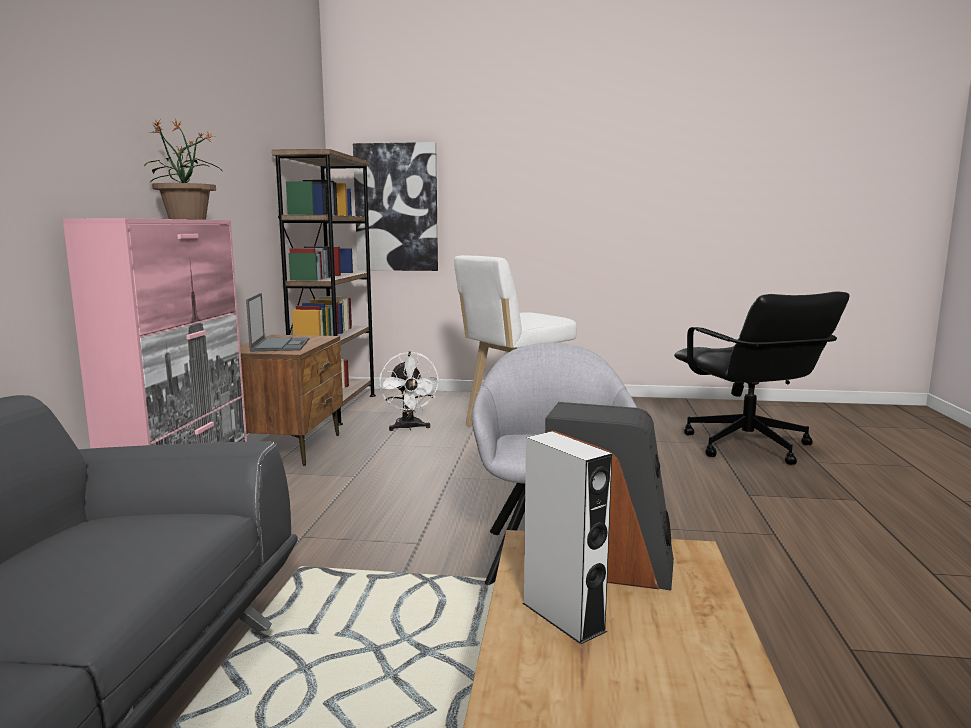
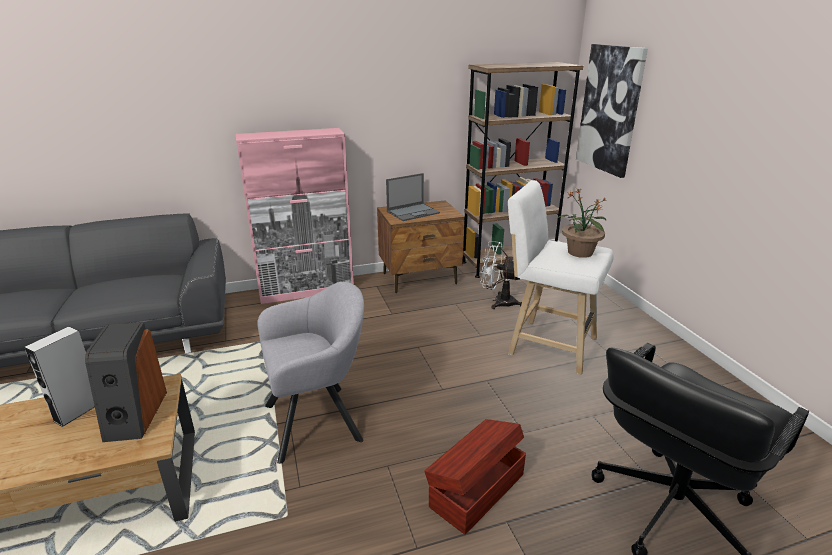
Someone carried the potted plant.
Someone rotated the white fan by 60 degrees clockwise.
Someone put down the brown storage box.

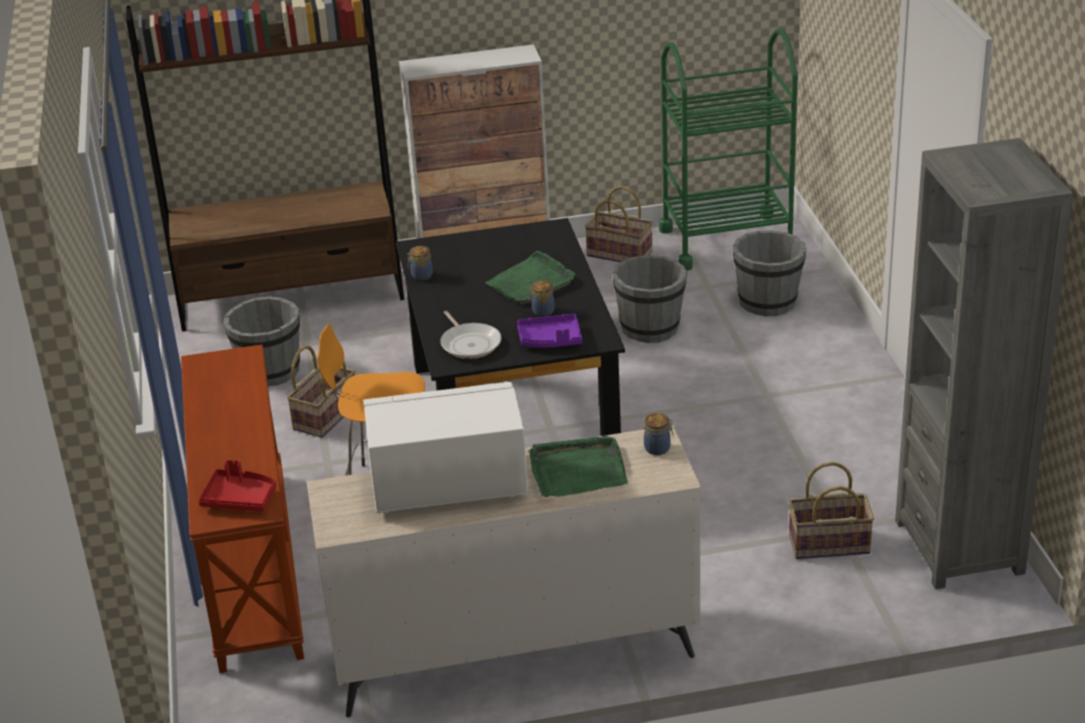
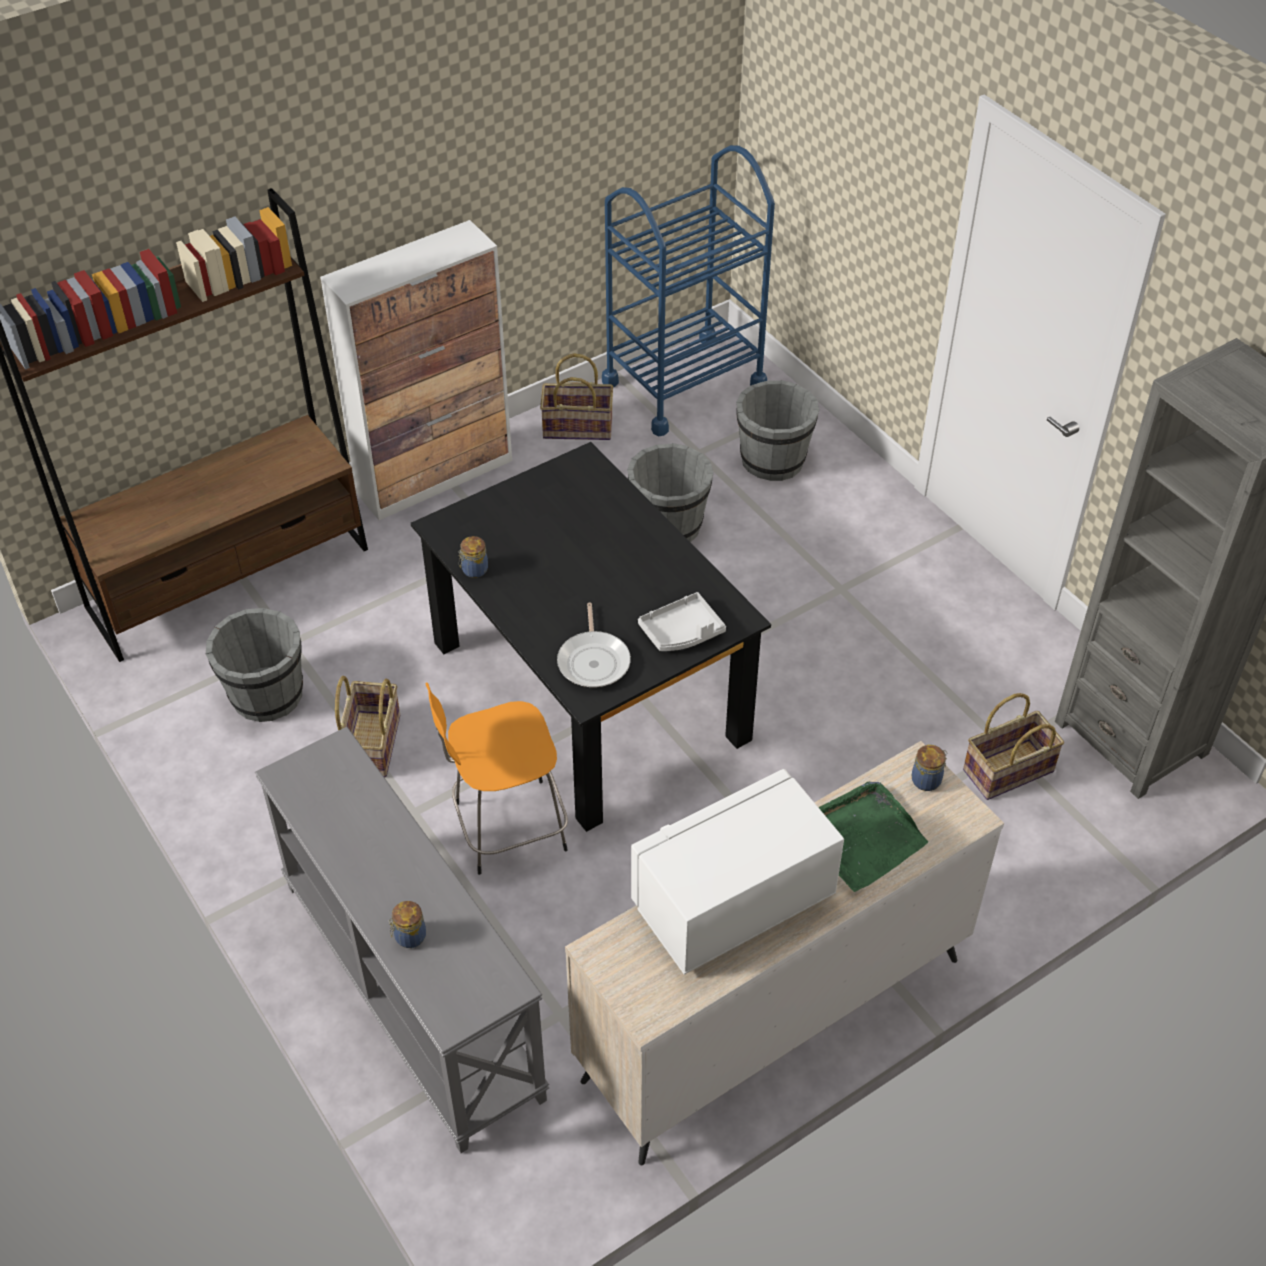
Someone repainted the brown console table, which became the grey console table.
Someone took away the red tray.
Someone rotated the frying pan by 45 degrees clockwise.
Someone took away the green tray (1st from left).
Someone repainted the purple tray, which became the grey tray.
Someone carried the jar (2nd from left in the first image).
Someone repainted the green cart, which became the blue cart.

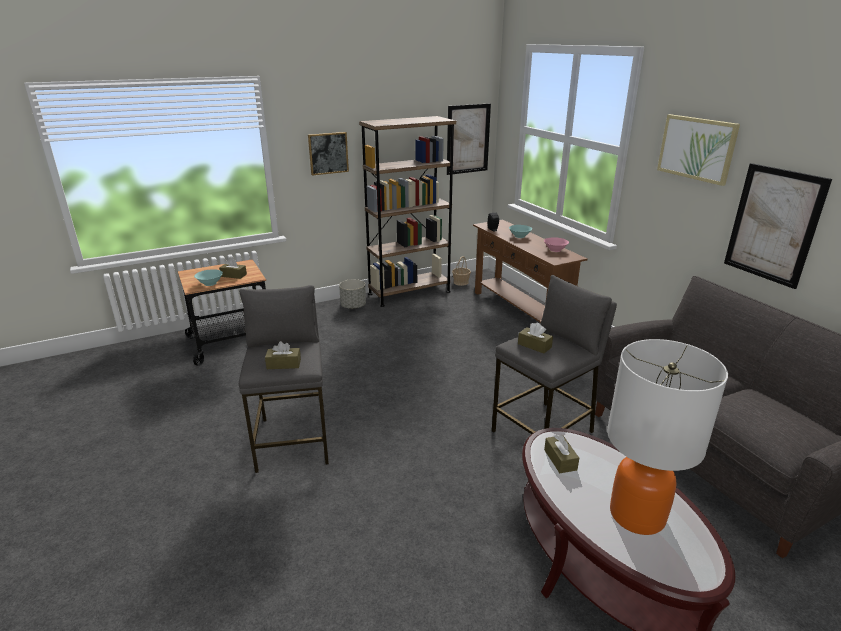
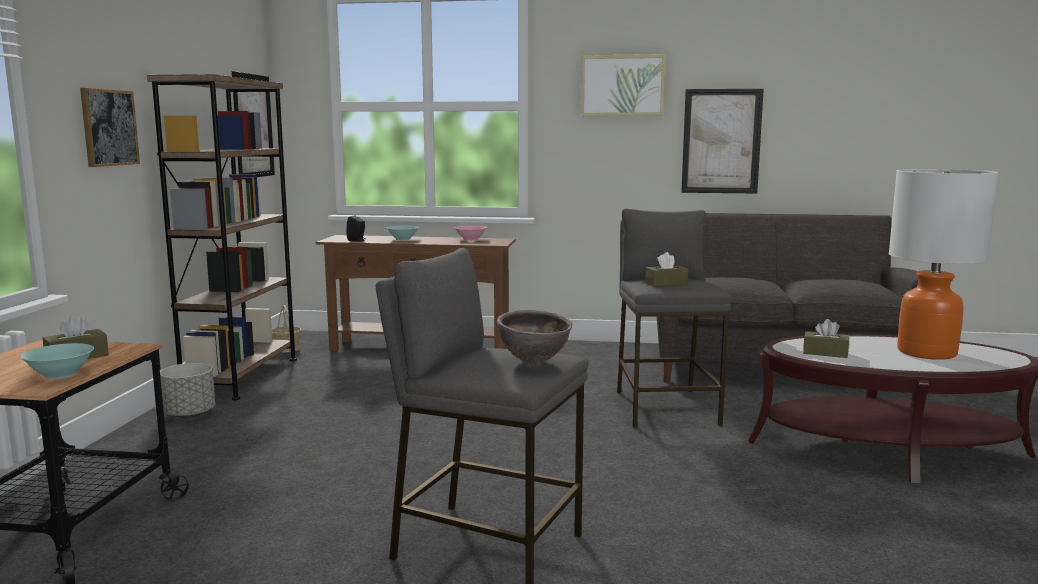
Someone swapped the brown tissue box (2nd from left) for the brown bowl.

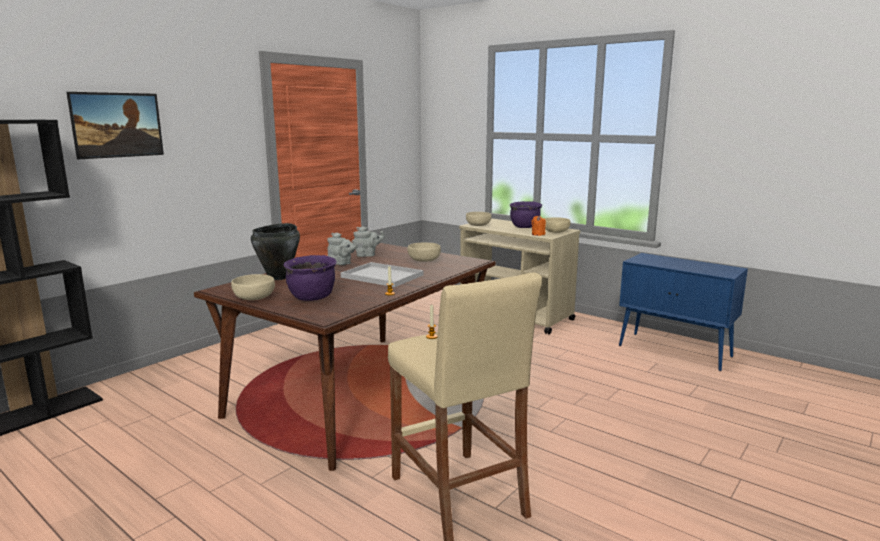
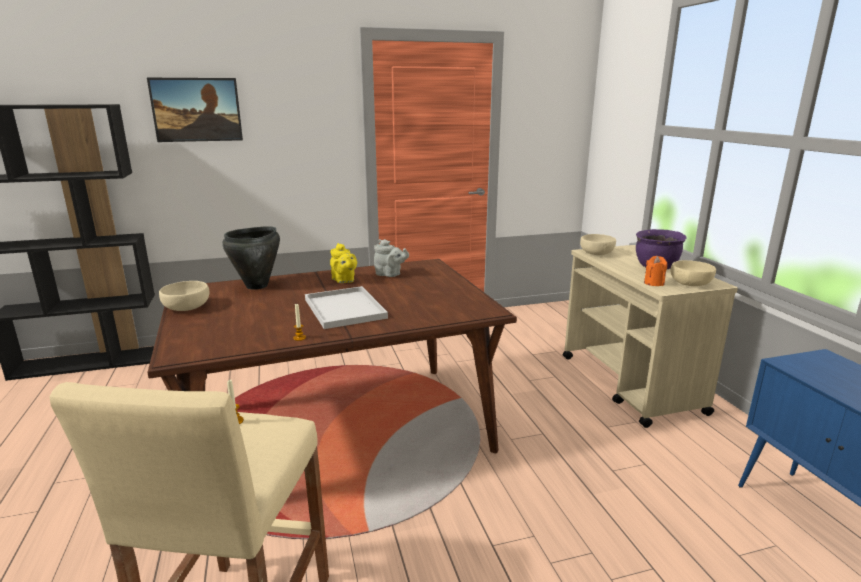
Someone took away the purple cooking pot (1st from left).
Someone repainted the grey teapot (1st from left), which became the yellow teapot.
Someone took away the beige bowl (2nd from left).

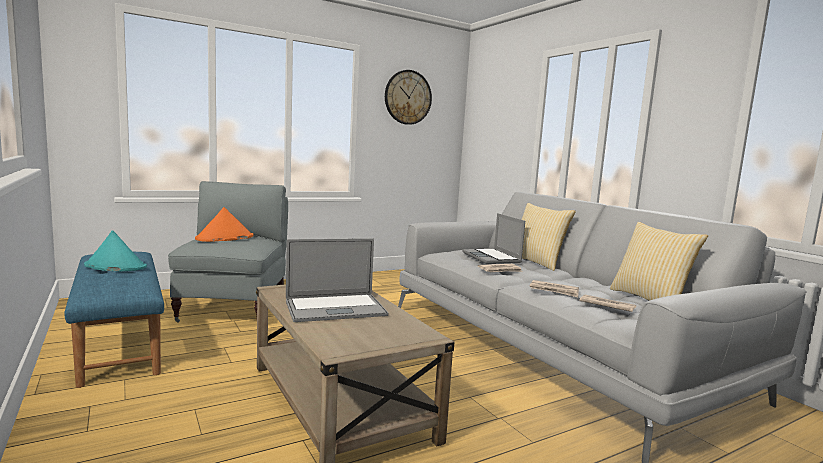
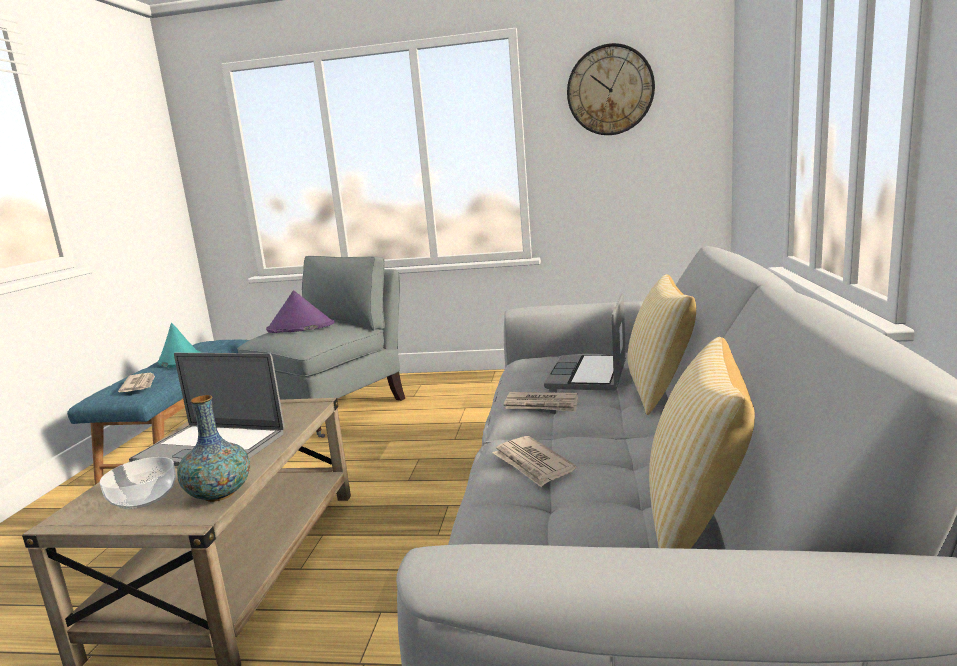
Someone repainted the orange hat, which became the purple hat.
Someone carried the newspaper (3rd from left in the first image).
Someone put down the bowl.
Someone put down the vase.

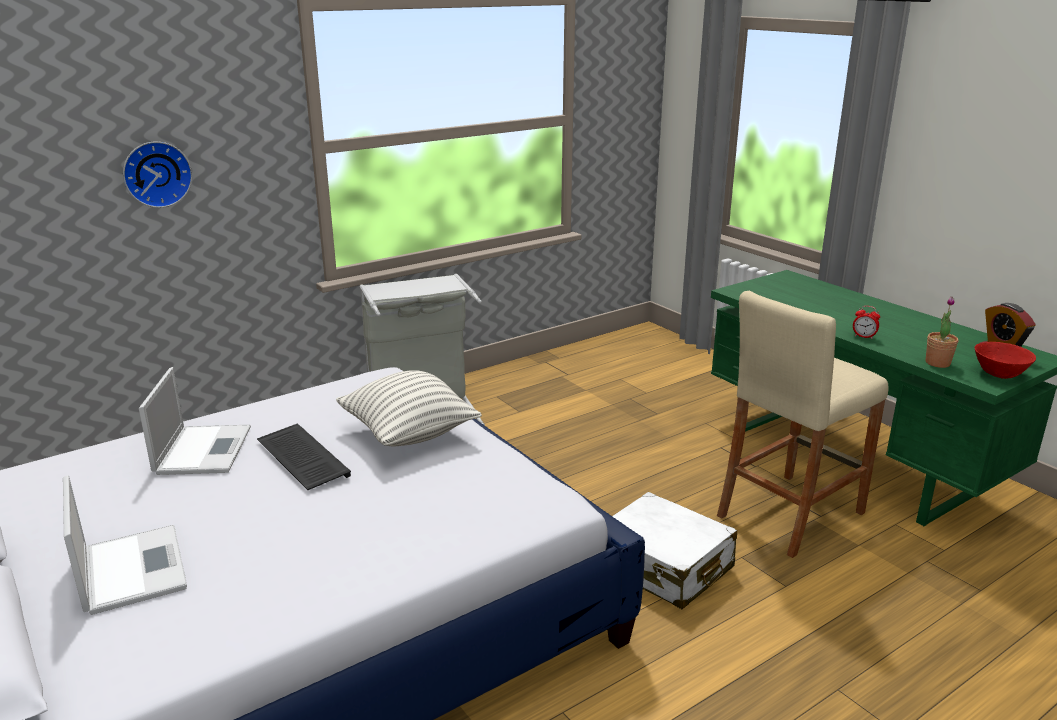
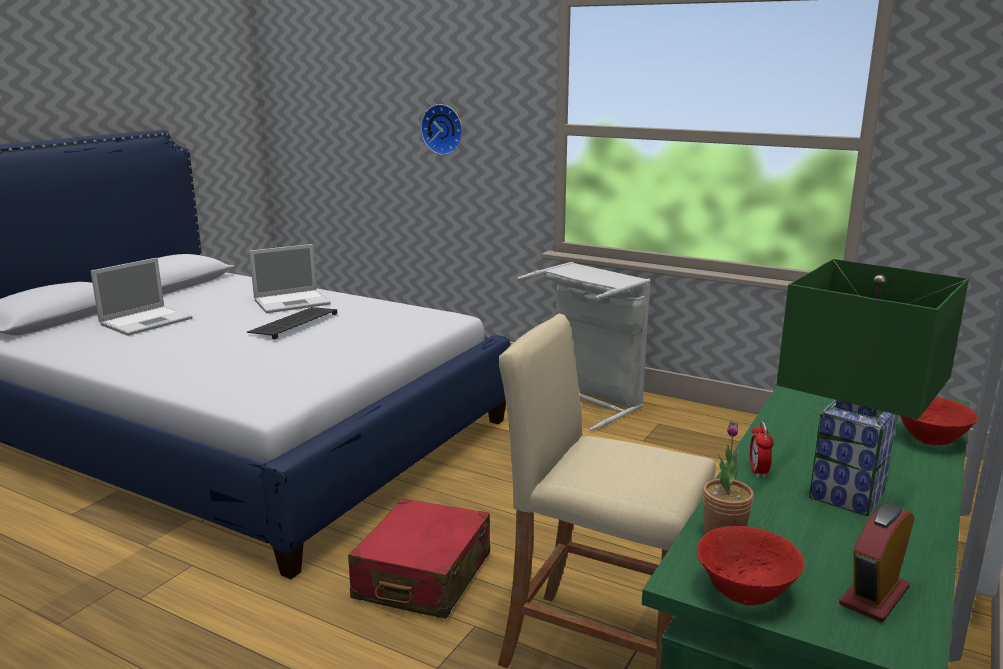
Someone took away the pillow.
Someone repainted the white suitcase, which became the red suitcase.
Someone put down the green table lamp.
Someone put down the red bowl (2nd from left).

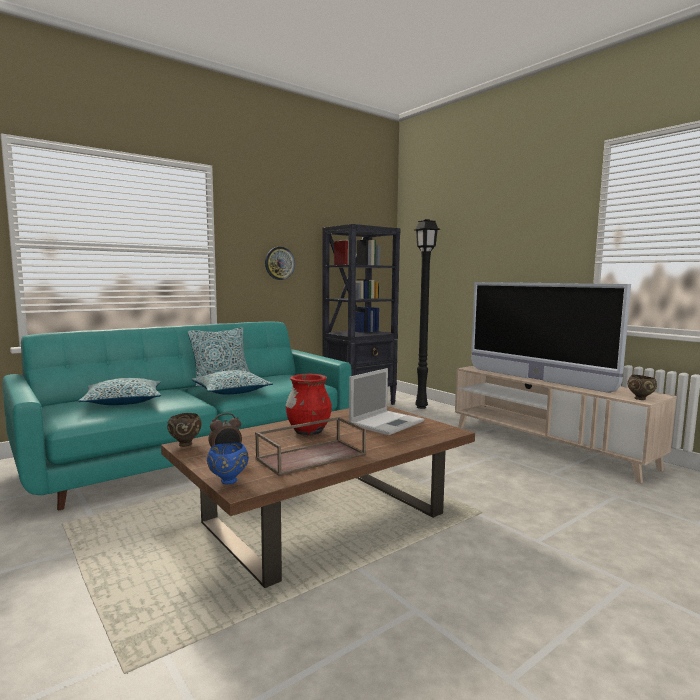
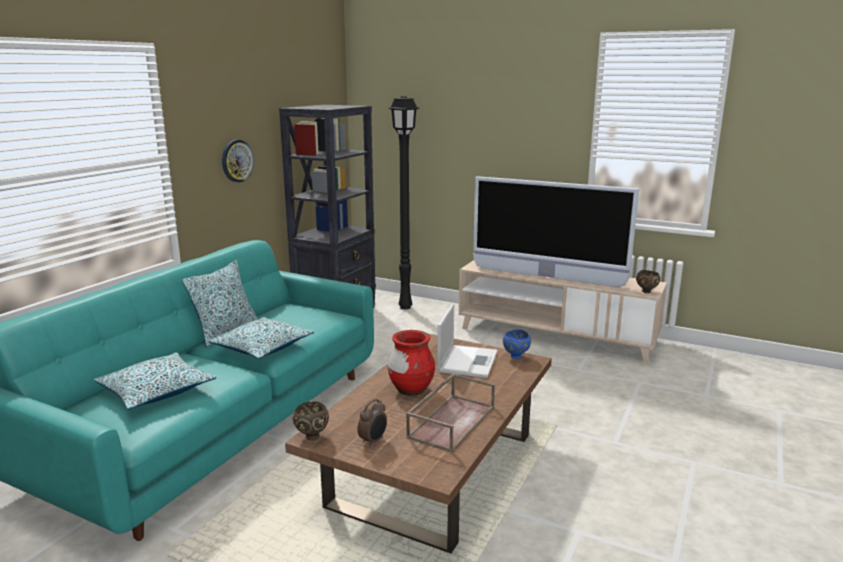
Someone carried the blue bowl.

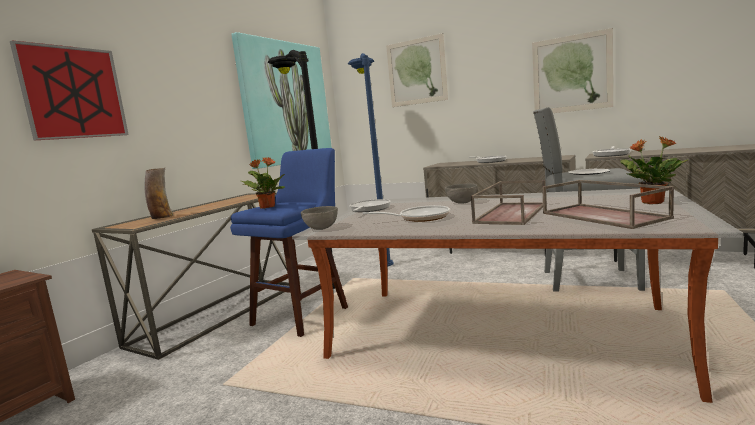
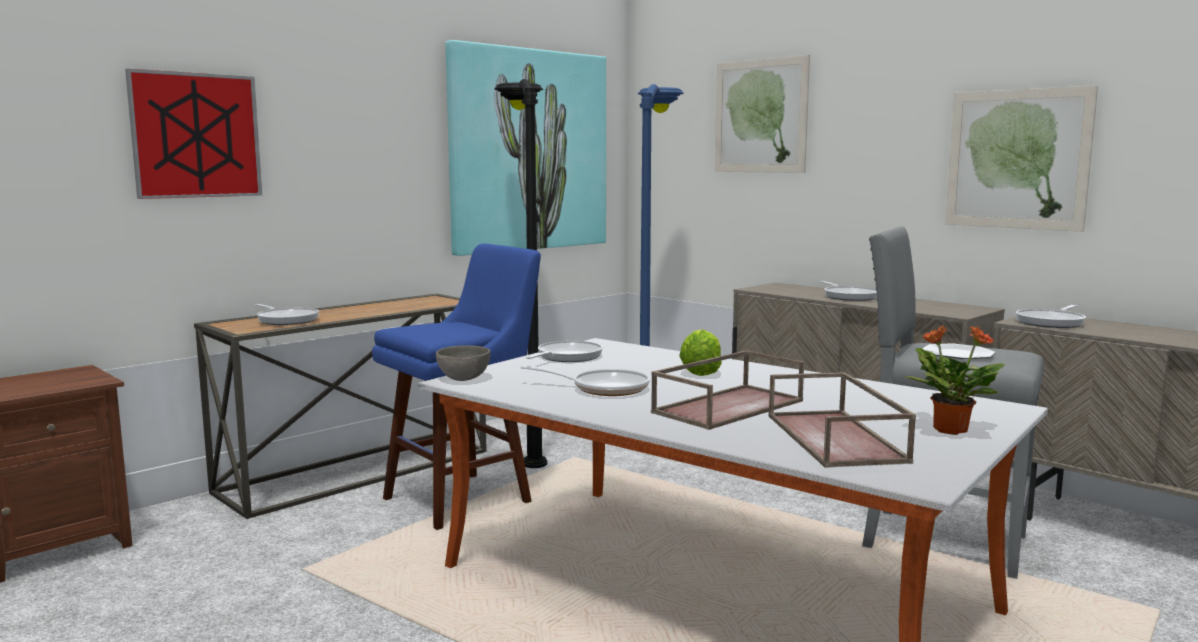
Someone swapped the vase for the frying pan (1st from left).
Someone took away the potted plant (1st from left).
Someone swapped the grey bowl (2nd from left) for the lettuce.

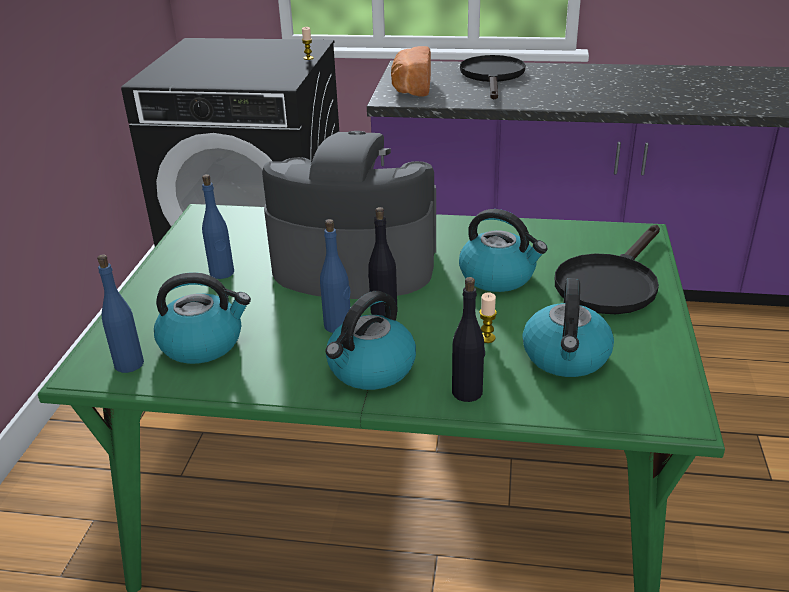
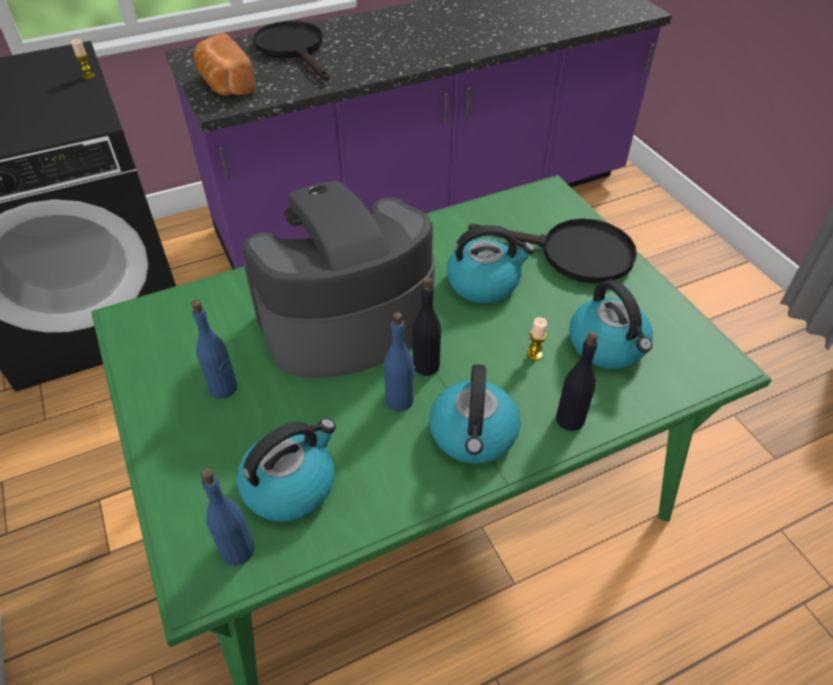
Someone rotated the black frying pan (2nd from left) by 75 degrees counterclockwise.

